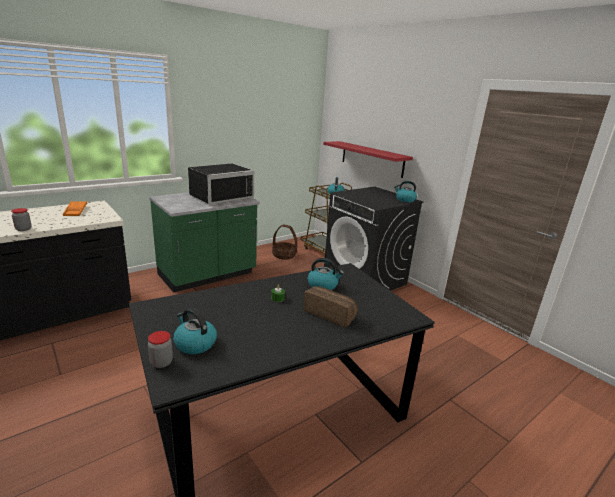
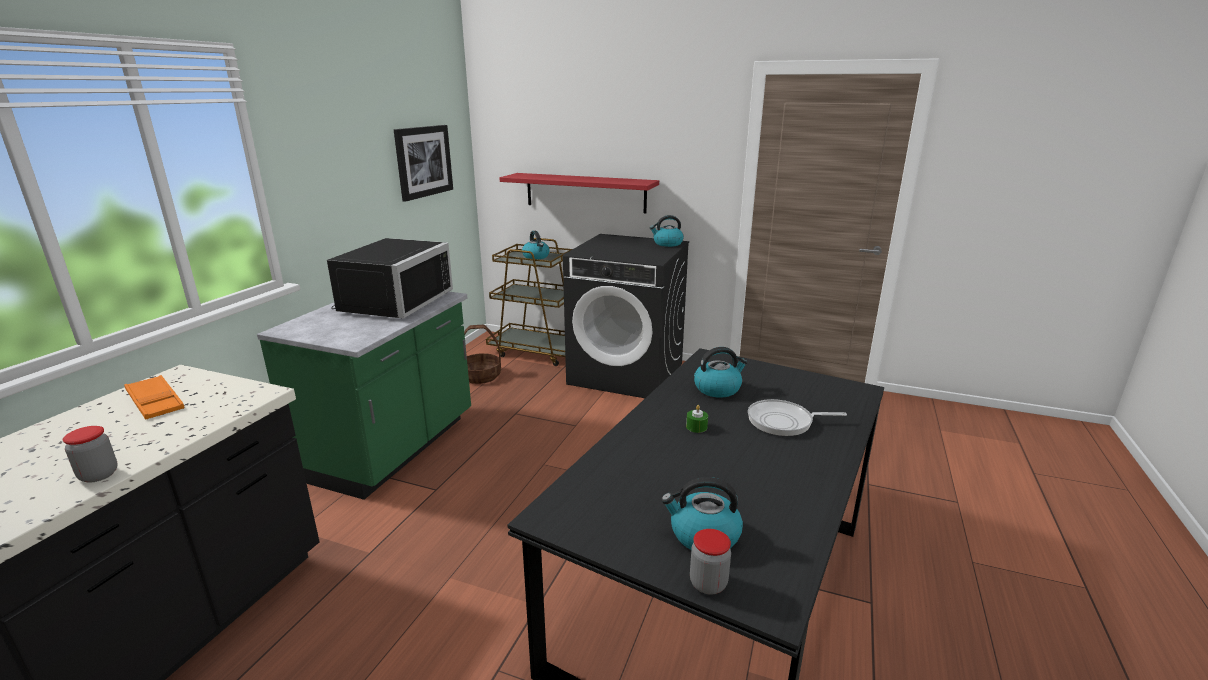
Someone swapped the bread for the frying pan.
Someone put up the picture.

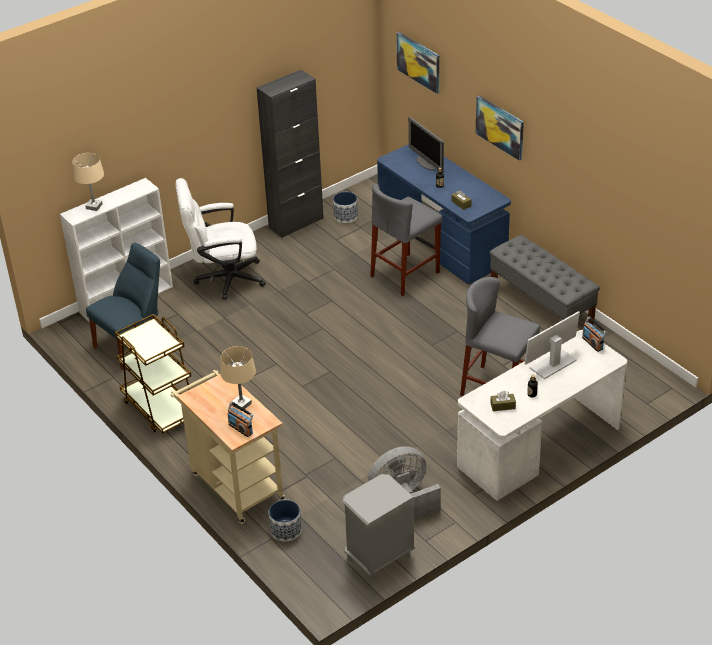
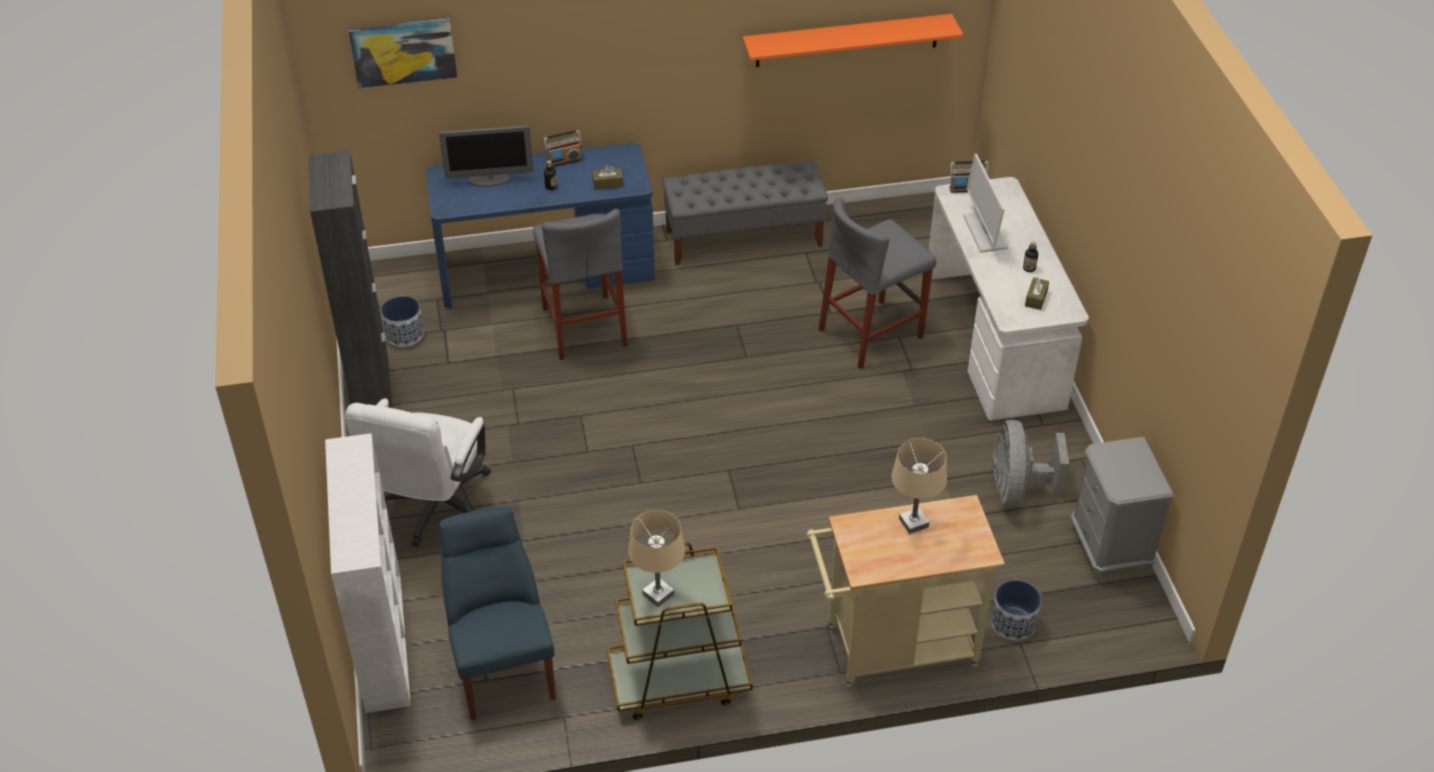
Someone carried the beige table lamp (1st from left).
Someone carried the radio (1st from left).
Someone took away the picture (2nd from left).
Someone put up the orange shelf.

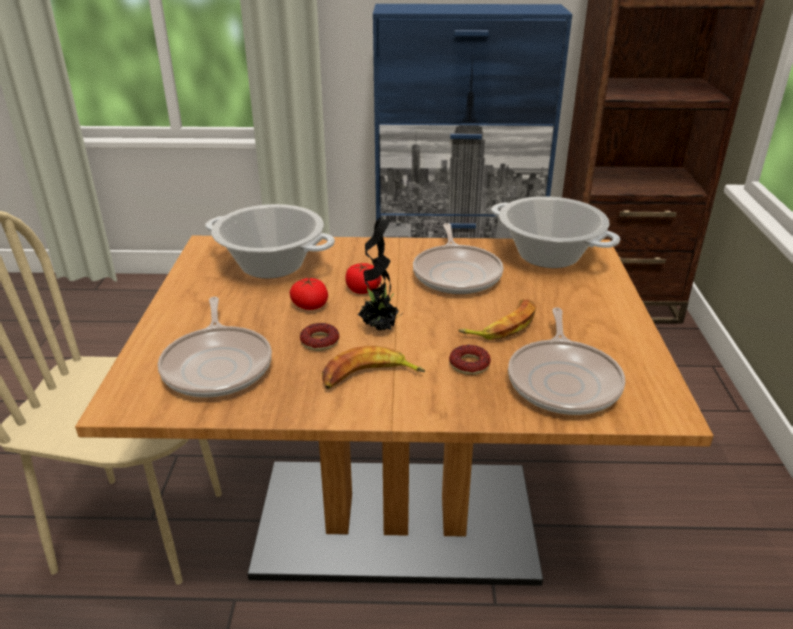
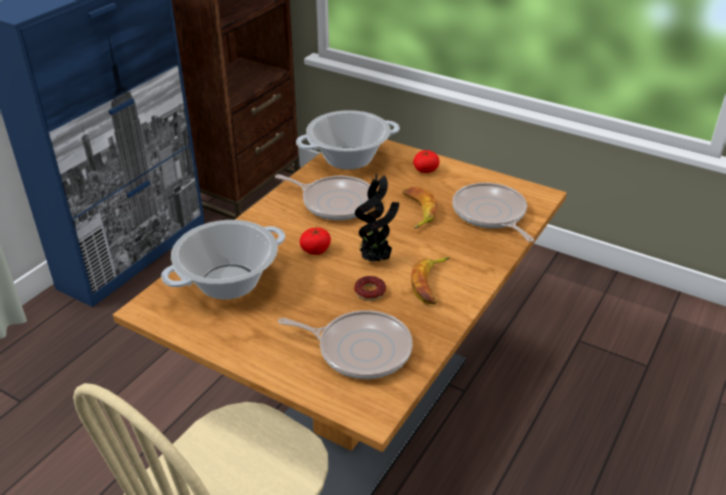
Someone carried the tomato (1st from left in the first image).
Someone took away the donut (2nd from left).
Someone rotated the frying pan (3rd from left) by 150 degrees counterclockwise.

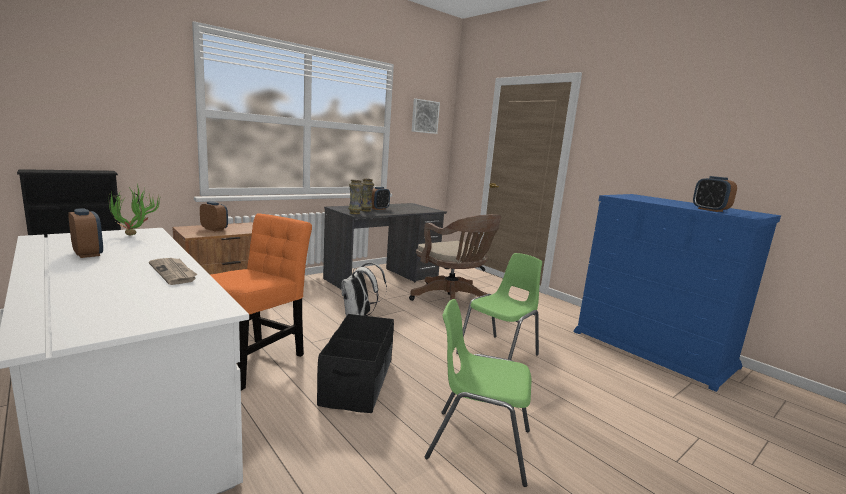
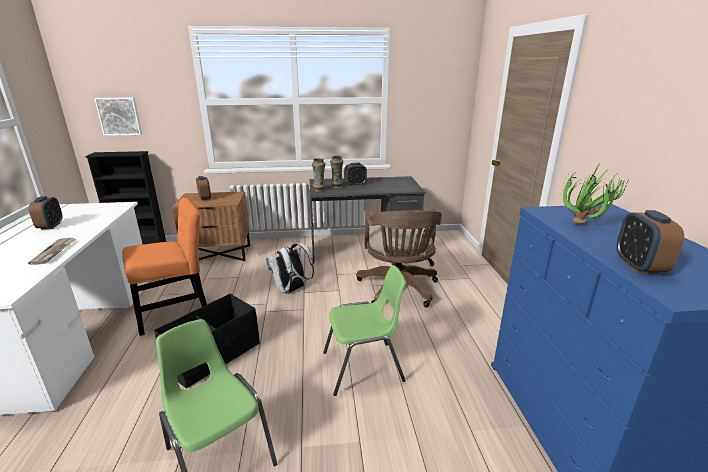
Someone carried the potted plant.
Someone carried the picture.

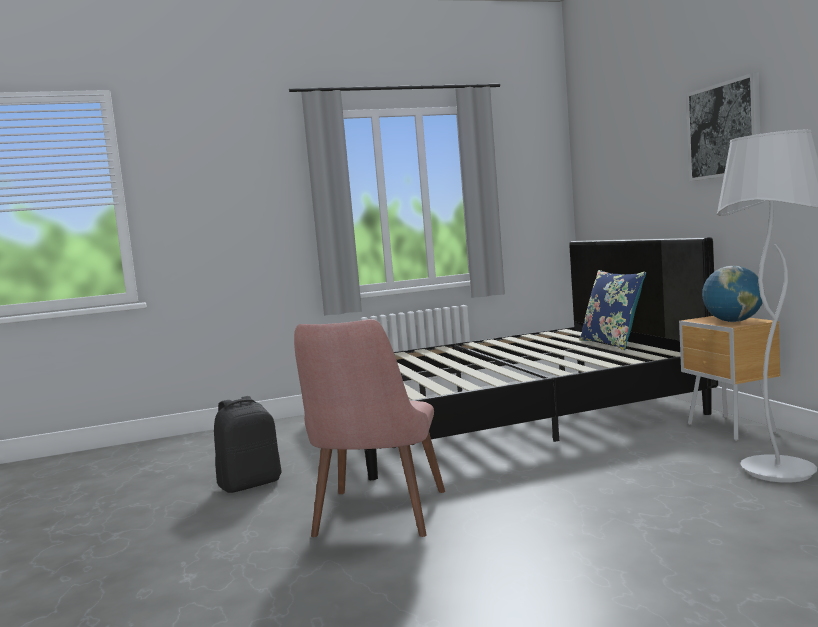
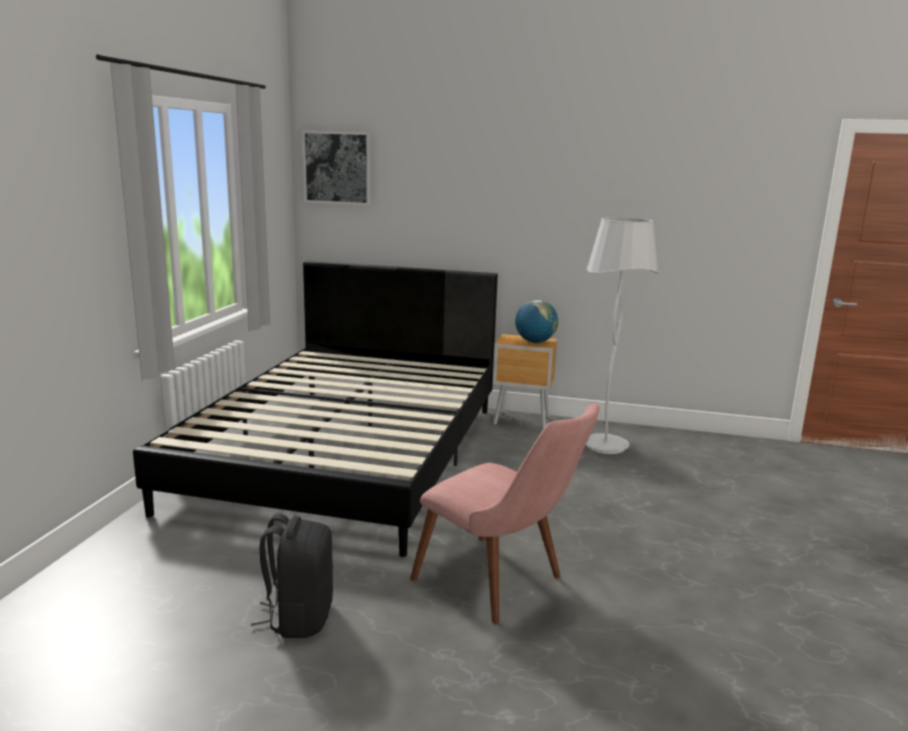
Someone took away the blue pillow.
Someone carried the picture.

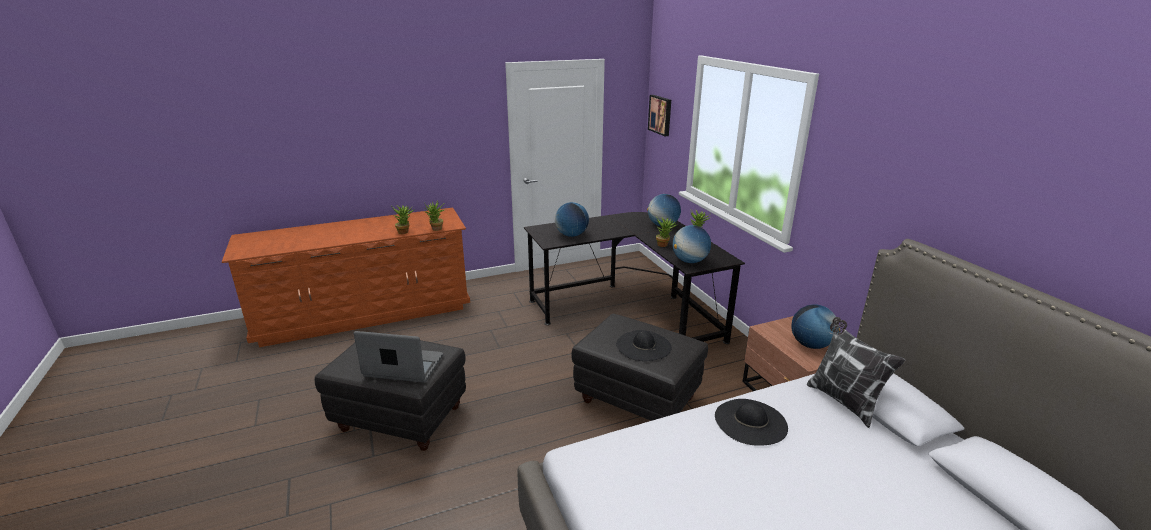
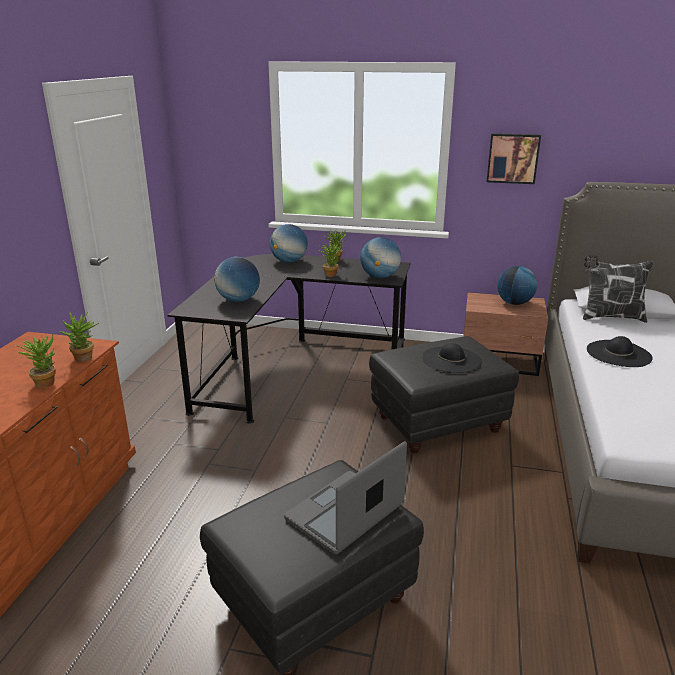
Someone carried the picture.

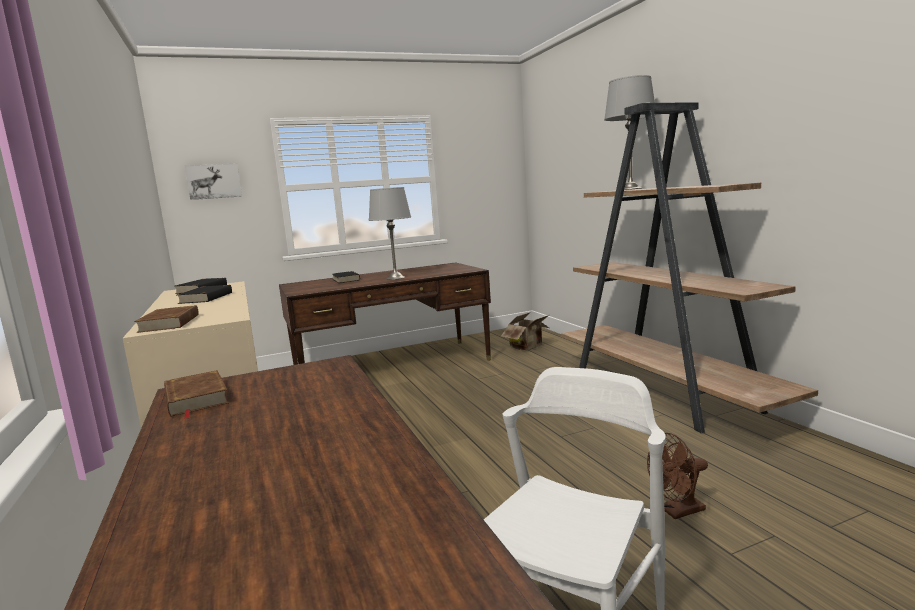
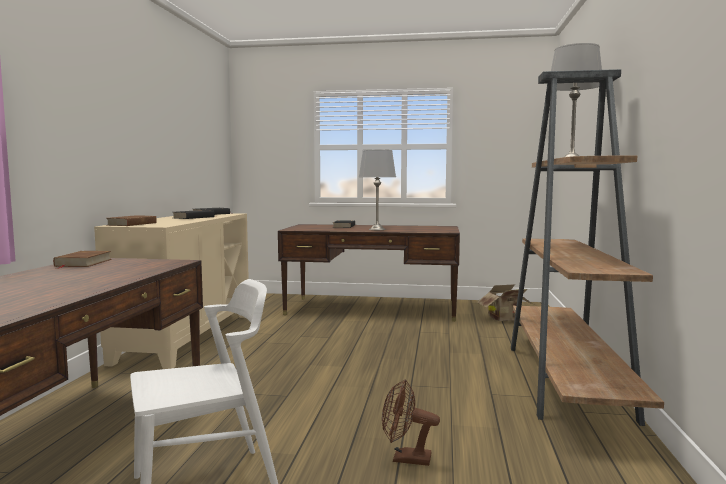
Someone took away the picture.

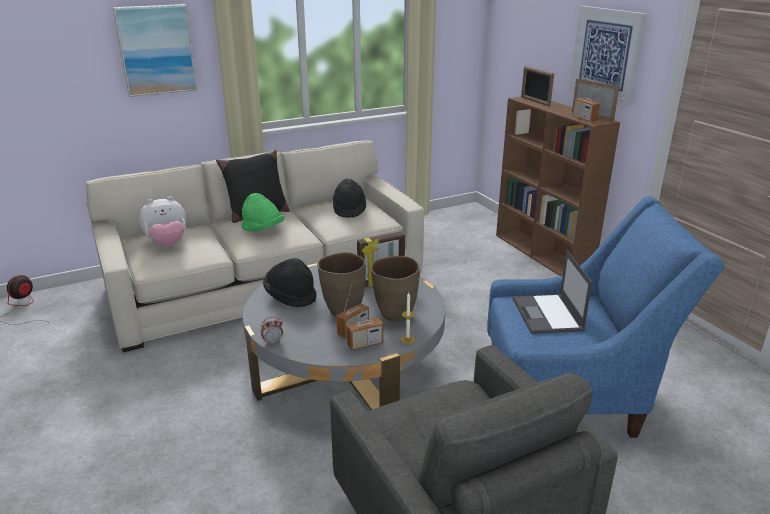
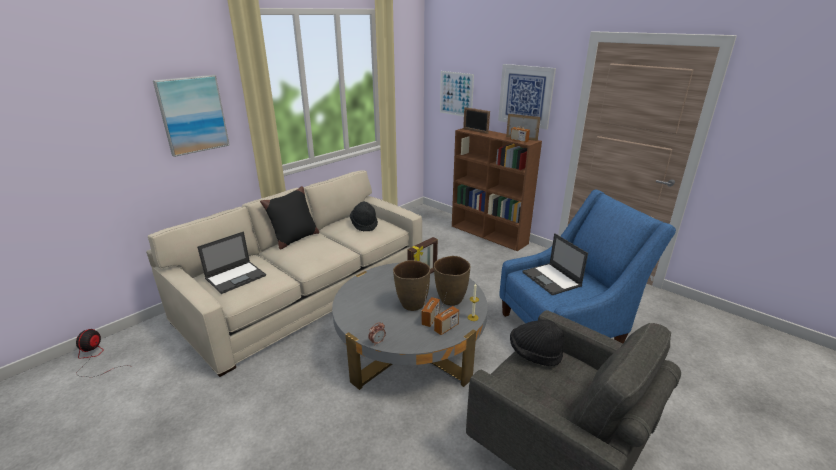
Someone swapped the plush toy for the laptop (1st from left).
Someone took away the green hat.
Someone carried the black hat (1st from left in the first image).
Someone put up the picture (2nd from left).

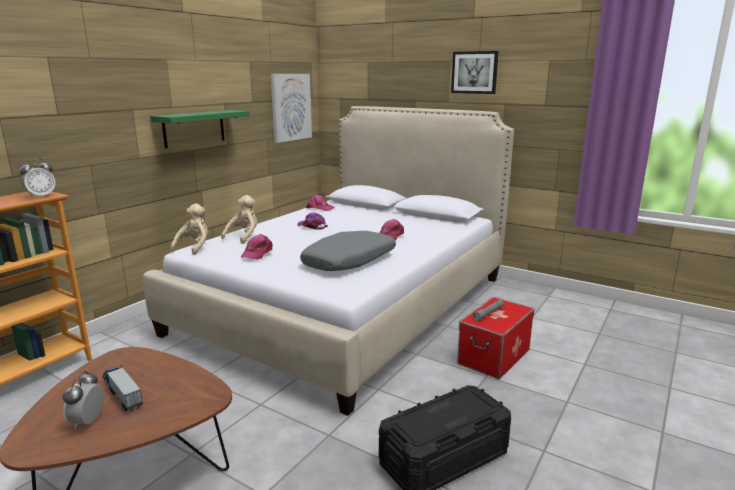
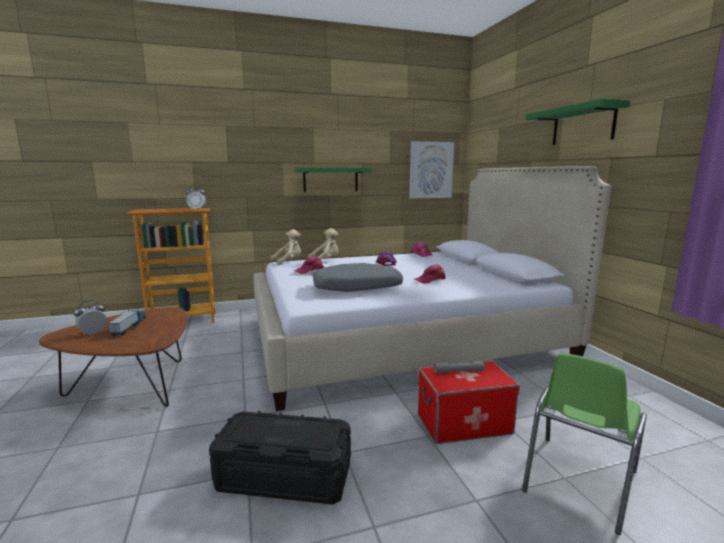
Someone swapped the picture (2nd from left) for the green shelf (2nd from left).
Someone put down the green chair.

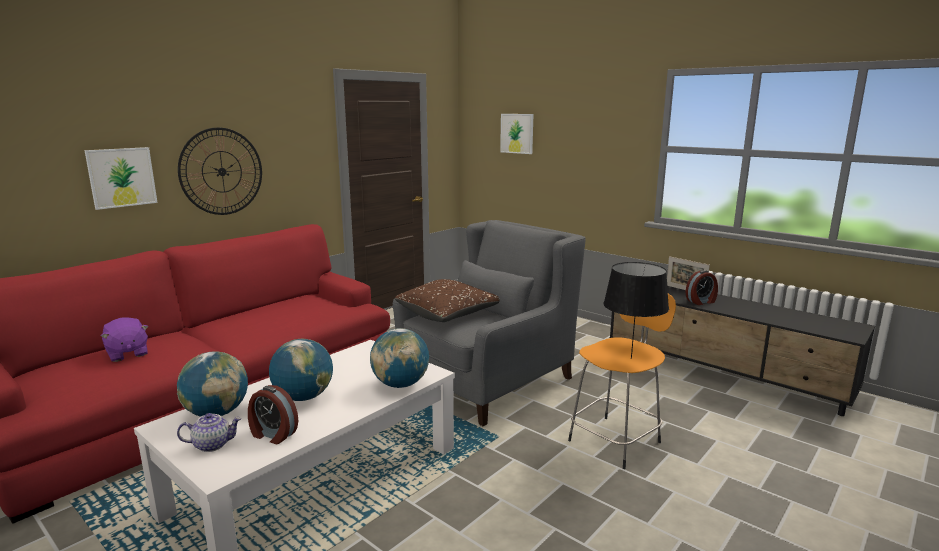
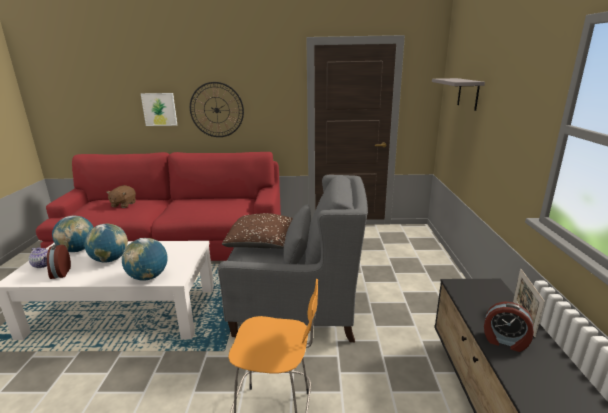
Someone repainted the purple plush toy, which became the brown plush toy.
Someone swapped the picture (2nd from left) for the grey shelf.
Someone took away the black table lamp.

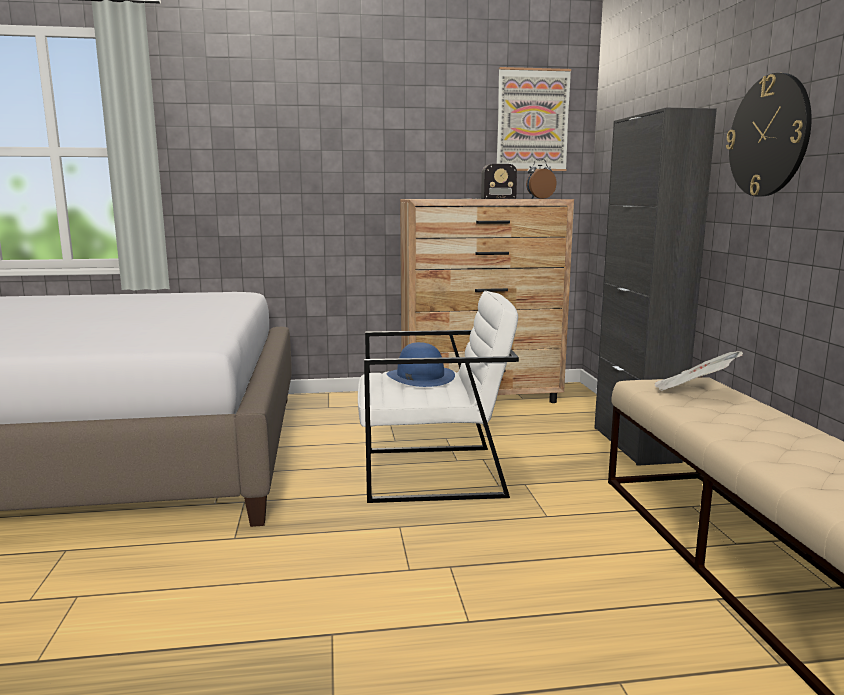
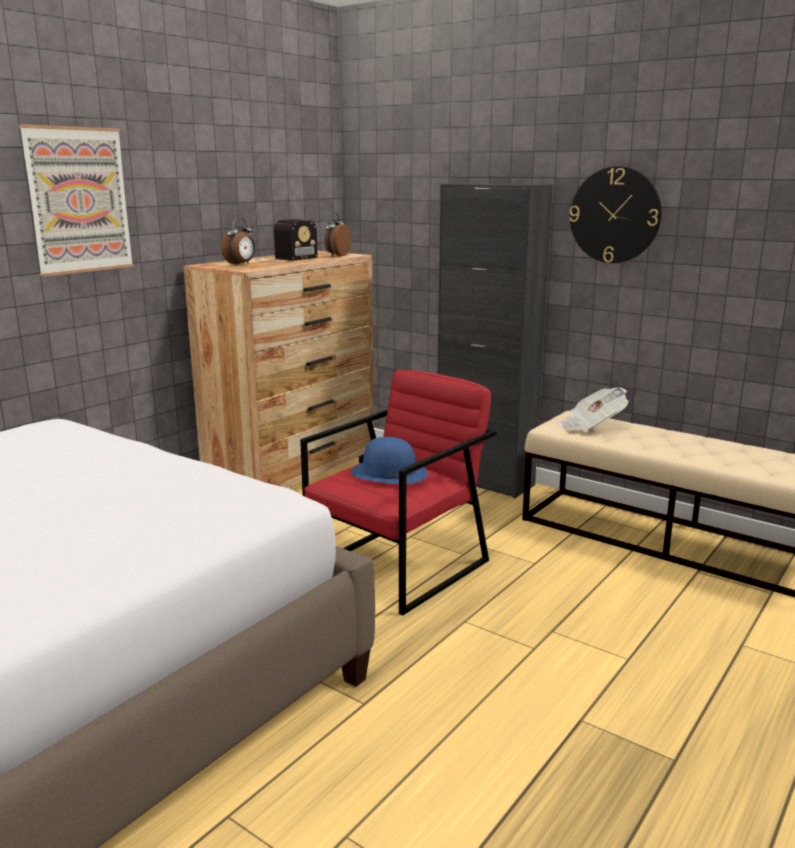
Someone repainted the white armchair, which became the red armchair.
Someone carried the picture.
Someone put down the alarm clock (1st from left).

